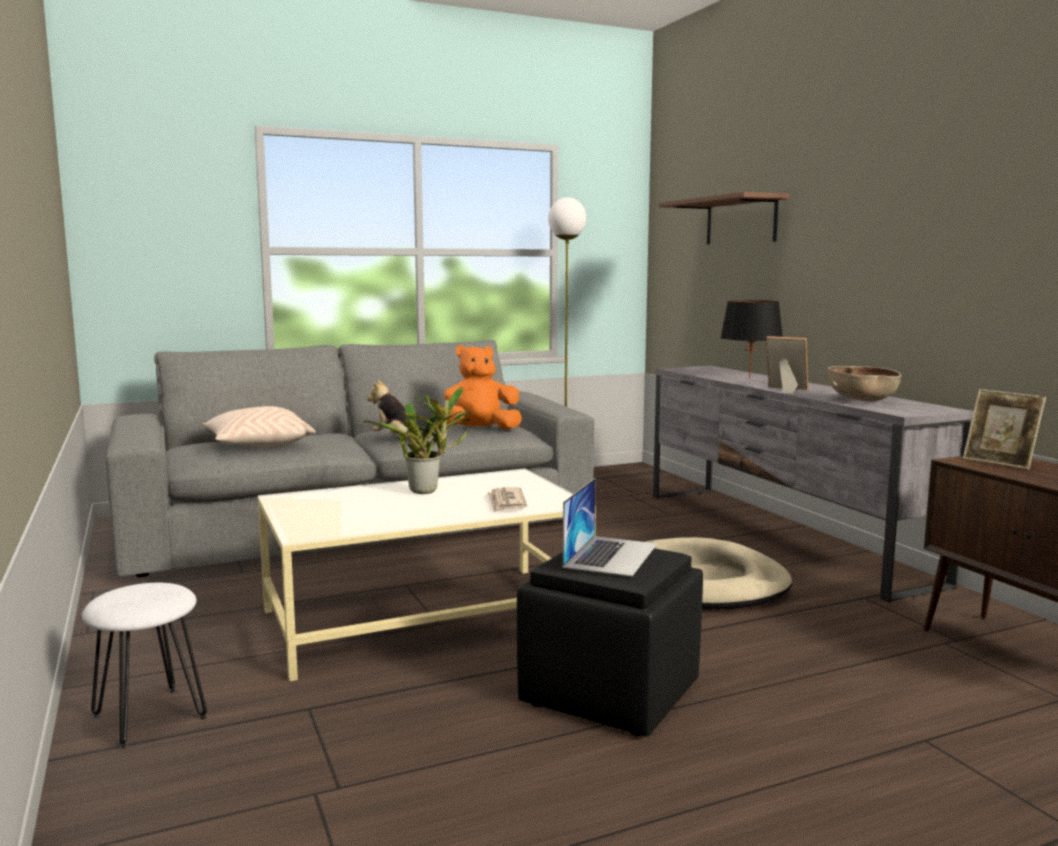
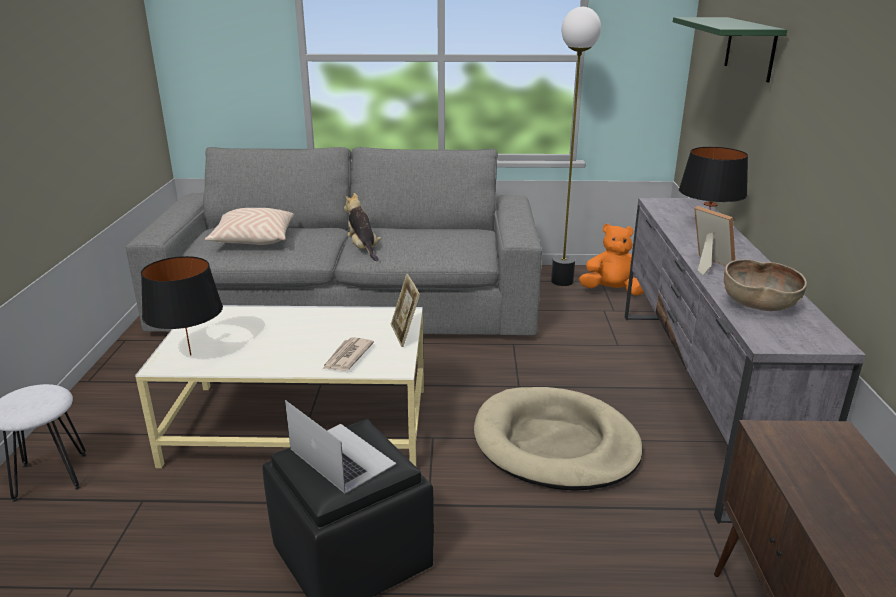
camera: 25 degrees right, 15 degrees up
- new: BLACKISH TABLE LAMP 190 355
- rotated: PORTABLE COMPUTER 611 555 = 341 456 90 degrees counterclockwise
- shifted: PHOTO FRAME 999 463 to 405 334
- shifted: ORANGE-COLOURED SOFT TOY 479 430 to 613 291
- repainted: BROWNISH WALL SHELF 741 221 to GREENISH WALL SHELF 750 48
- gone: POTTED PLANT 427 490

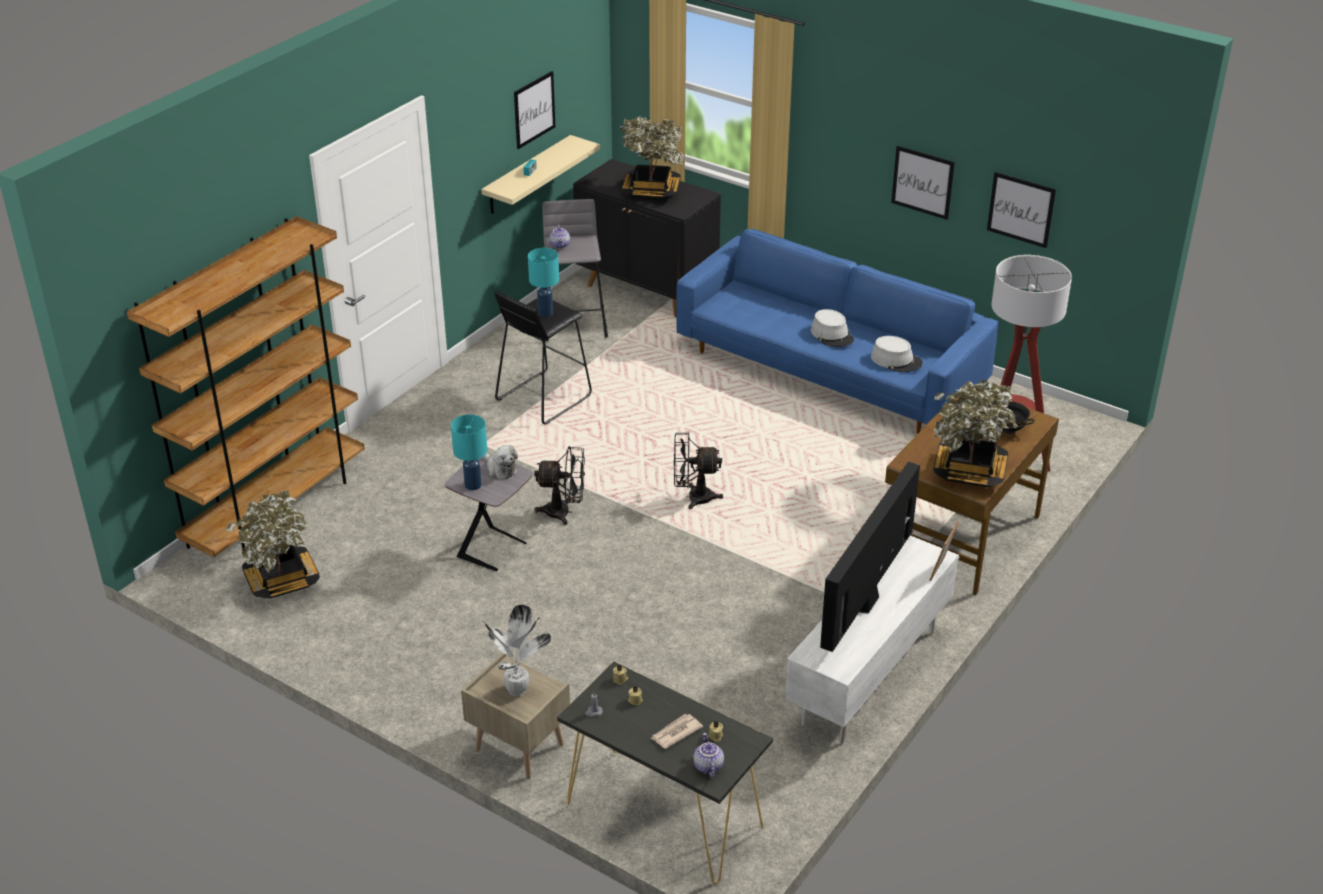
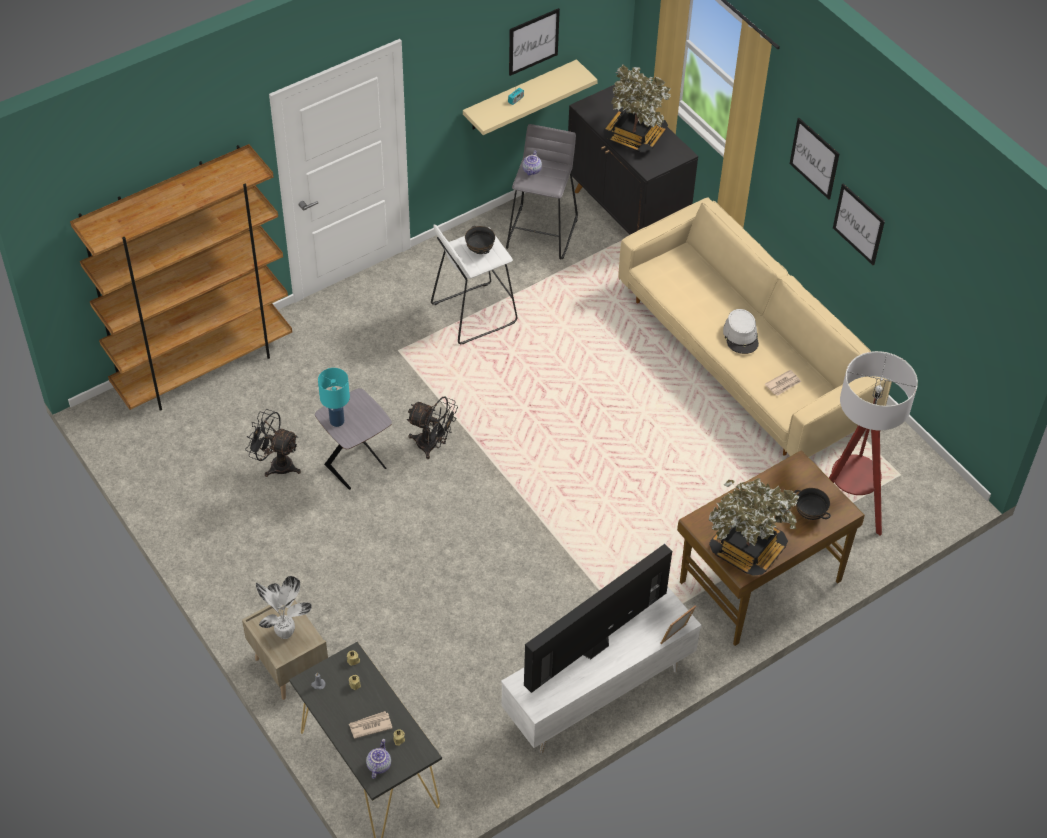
camera: 20 degrees right, 15 degrees up
- shifted: BLACKISH COOLING FAN 693 497 to 276 464
- repainted: BLACKISH SITTING STOOL 543 398 to WHITE SITTING STOOL 473 313
- swapped: BLUE-GREEN TABLE LAMP 546 313 to BLACKISH SERVING BOWL 480 250
- repainted: BLUE-COLOURED SOFA 830 370 to BEIGE-COLOURED SOFA 744 357
- swapped: GREYISH HAT 896 360 to DAILY PAPER 783 384
- shifted: PICTURE 1021 209 to 814 158
- gone: POTTED PLANT 281 581
- gone: SOFT TOY 500 469

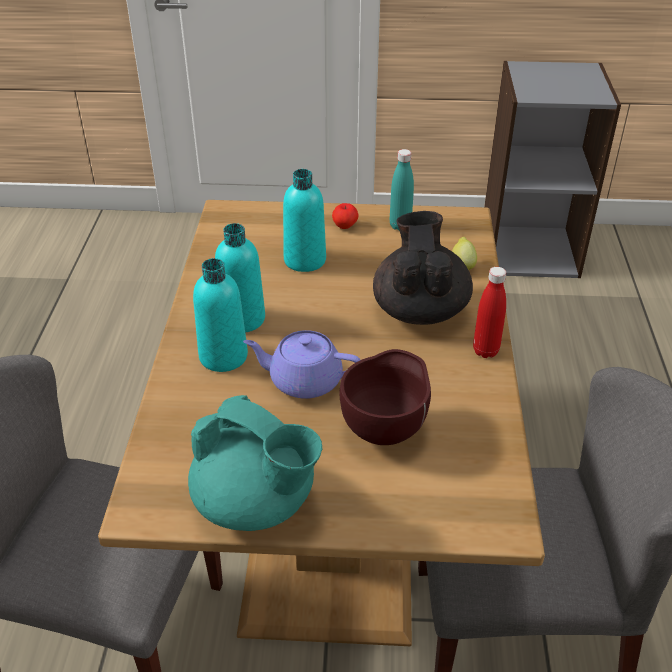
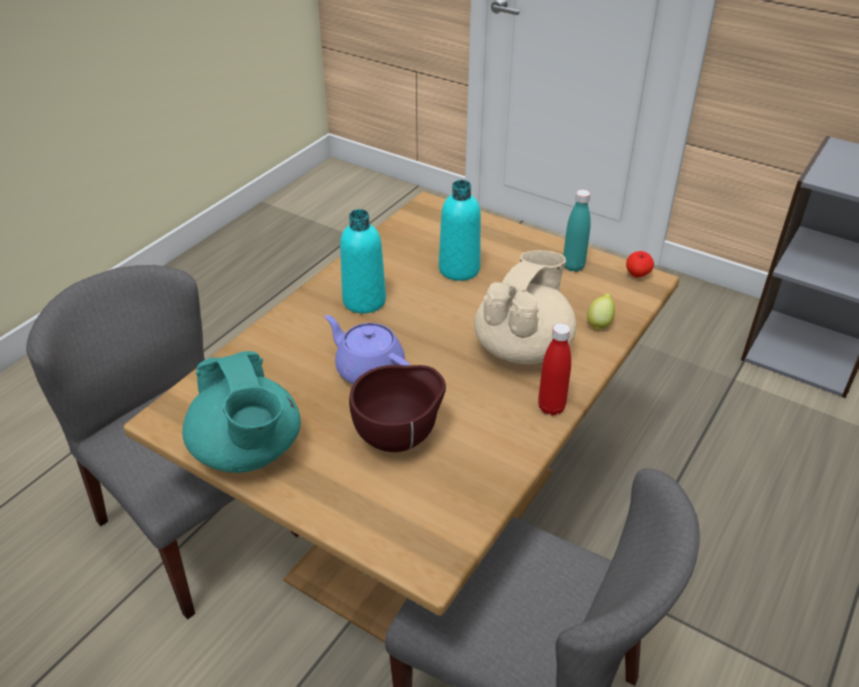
camera: 30 degrees right, 0 degrees up
- repainted: BLACKISH TEA POT 420 309 to BEIGE-COLOURED TEA POT 523 347
- shifted: APPLE 345 226 to 637 275
- gone: BLUE-GREEN DRINK BOTTLE 223 356

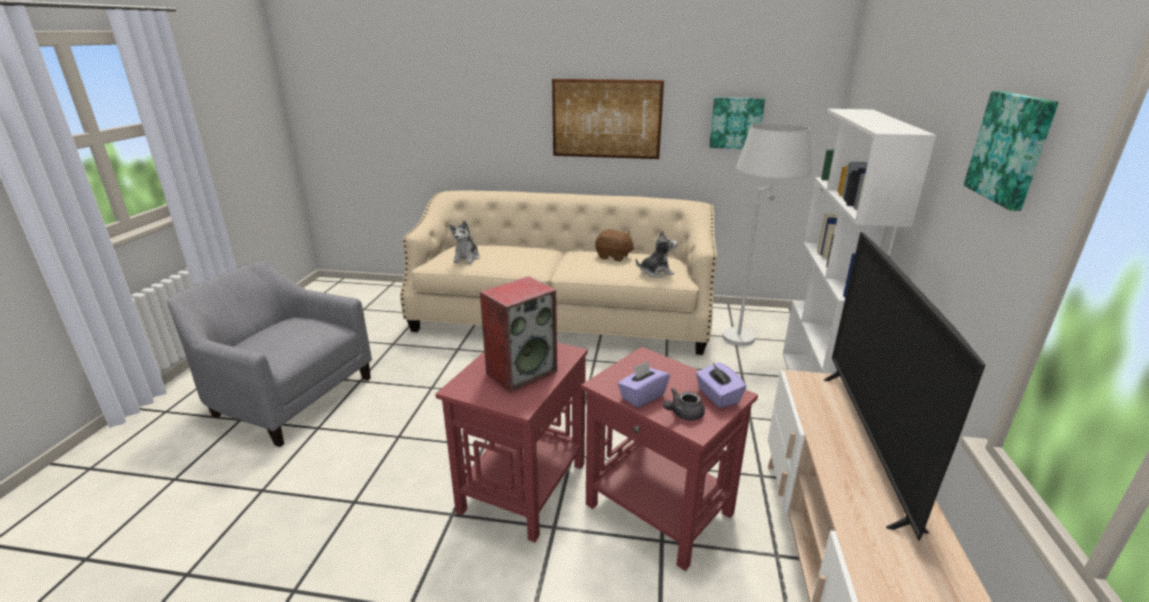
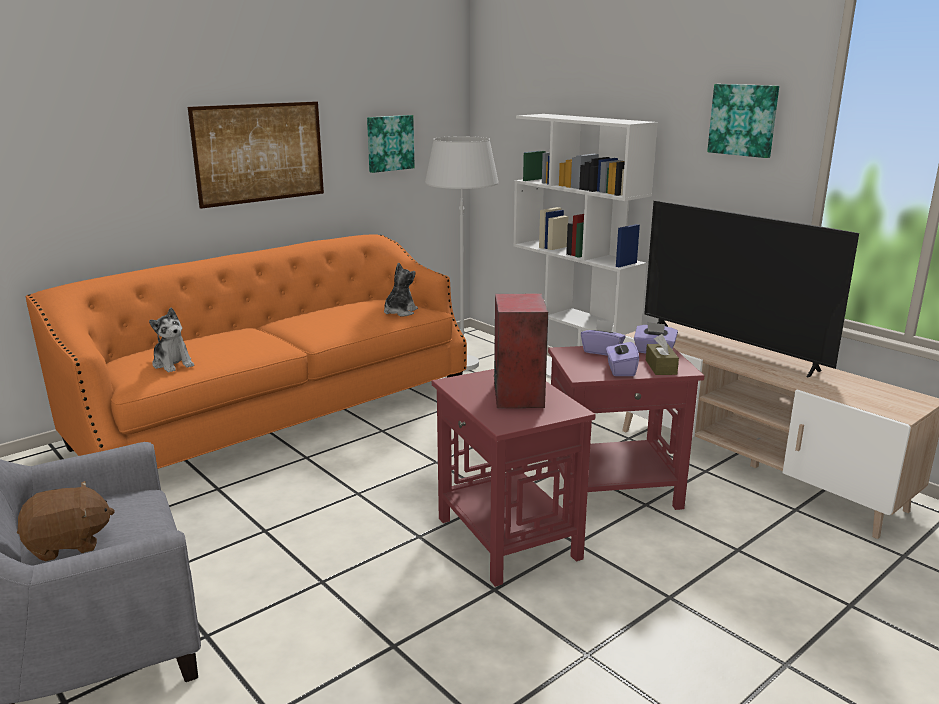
camera: 50 degrees left, 5 degrees down
- shifted: BROWNISH SOFT TOY 613 256 to 68 544
- repainted: BEIGE-COLOURED SOFA 561 318 to ORANGE-COLOURED SOFA 277 413
- new: PURPLISH TISSUE HOLDER 602 351
- swapped: GREYISH TEA POT 683 414 to BROWNISH TISSUE HOLDER 661 367

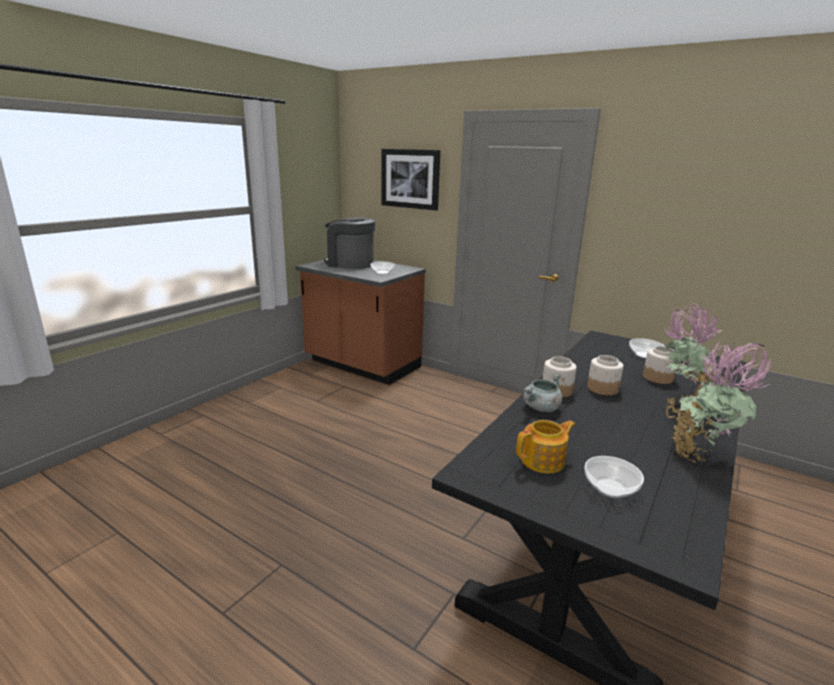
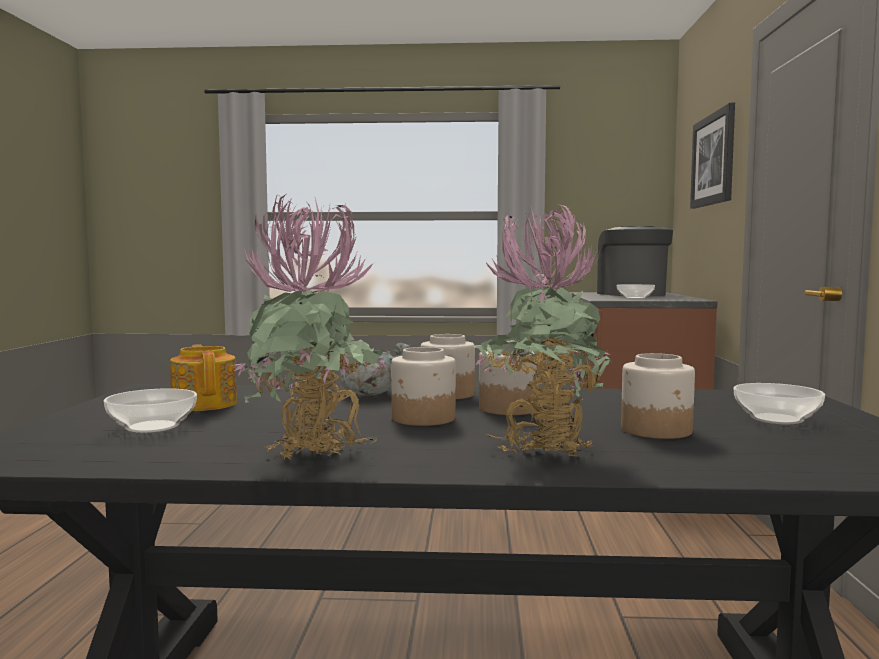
camera: 60 degrees right, 15 degrees down
- rotated: TEA POT 543 461 = 205 404 150 degrees counterclockwise
- new: JAR 423 418

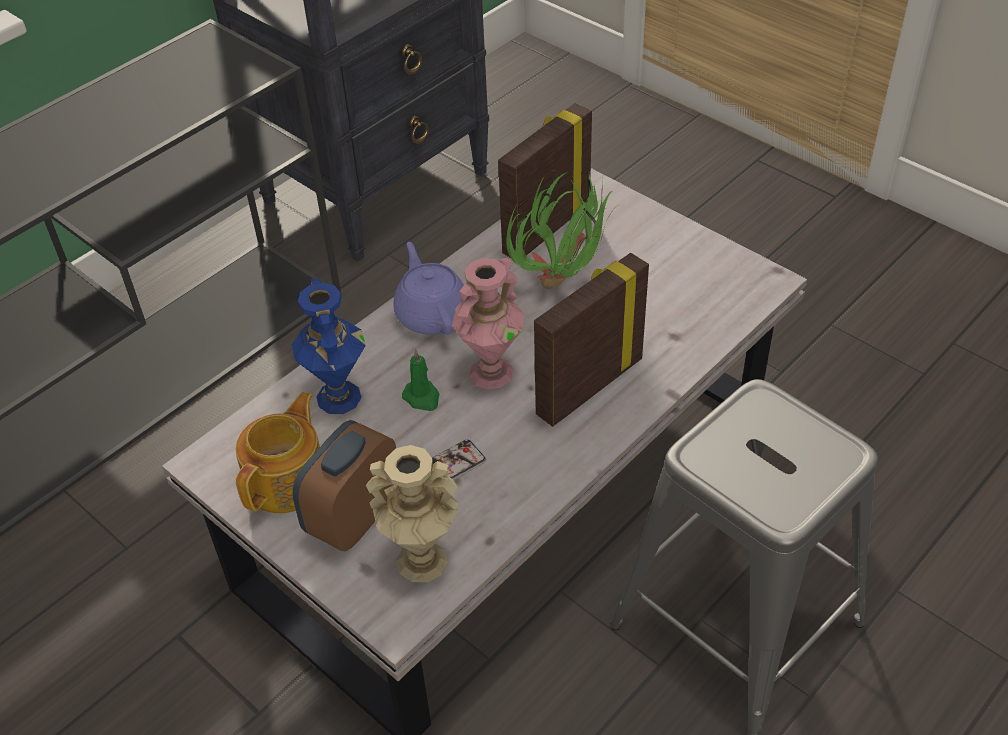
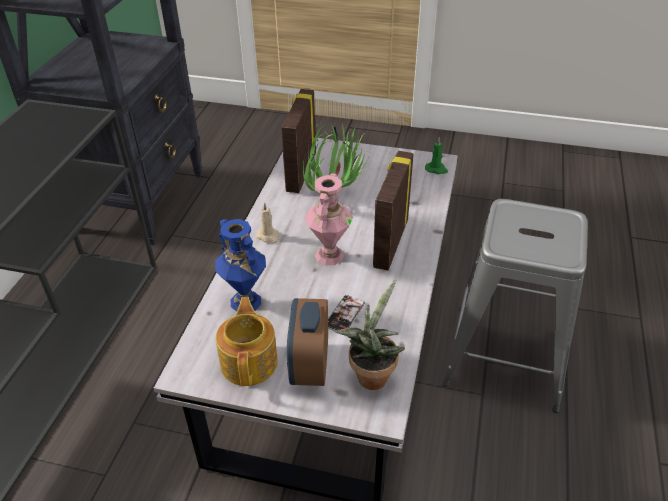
camera: 30 degrees left, 5 degrees down
- swapped: PURPLISH TEA POT 432 314 to BEIGE-COLOURED WAX CANDLE 268 236
- swapped: BEIGE-COLOURED DECORATIVE VASE 421 562 to POTTED PLANT 371 374
- shifted: GREENISH WAX CANDLE 422 397 to 436 169

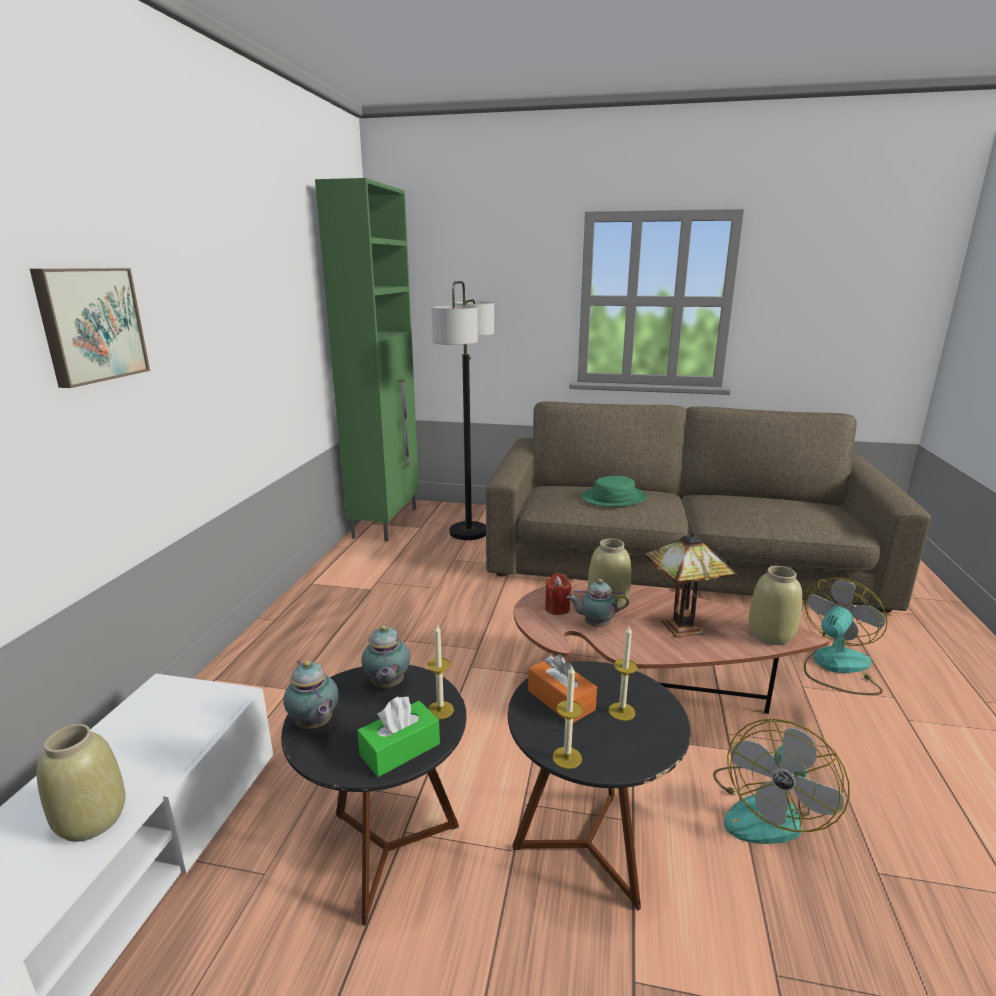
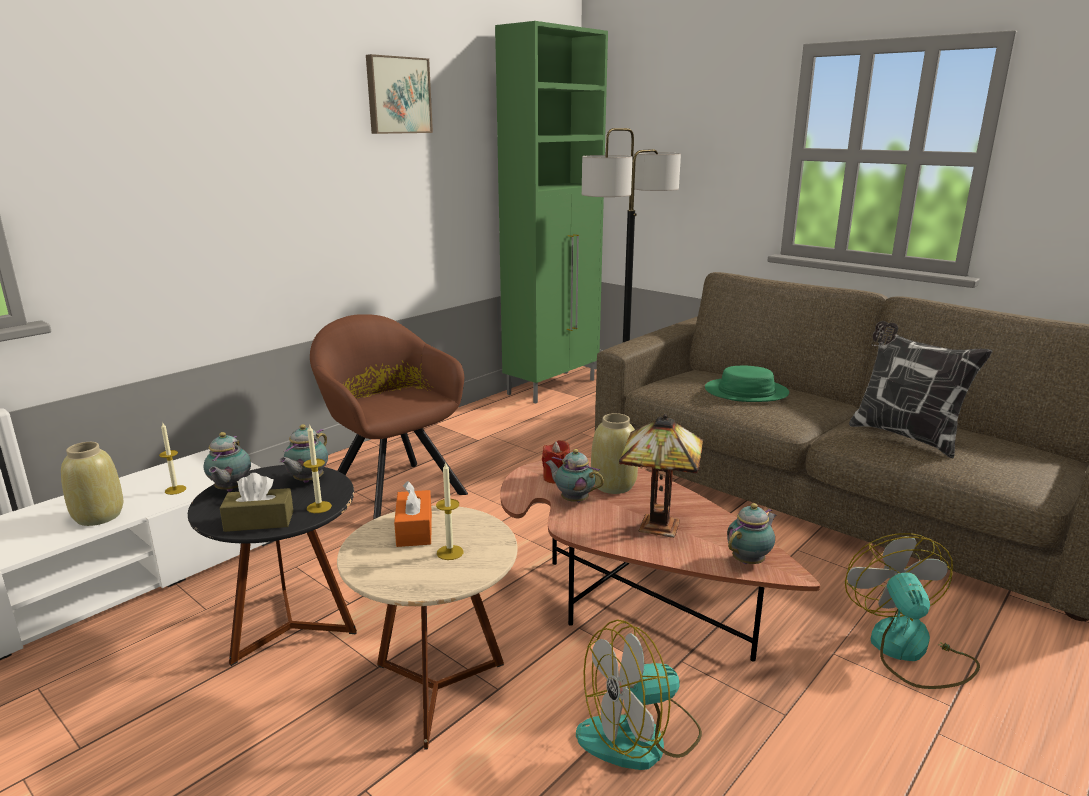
camera: 30 degrees right, 0 degrees up
- shifted: WAX CANDLE 567 757 to 175 490
- repainted: GREENISH TISSUE HOLDER 400 749 to BROWNISH TISSUE HOLDER 259 521
- new: BROWNISH LOUNGE CHAIR 392 490
- repainted: BLACKISH ACCENT TABLE 588 847 to BEIGE-COLOURED ACCENT TABLE 437 690
- shifted: PICTURE 90 325 to 398 95
- swapped: BEIGE-COLOURED DECORATIVE VASE 771 636 to TEA POT 749 561
- rotated: COOLING FAN 836 667 = 908 651 75 degrees counterclockwise
- new: CUSHION 904 436

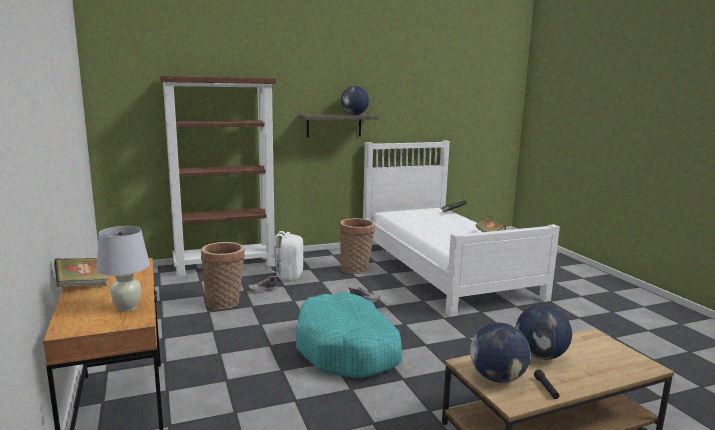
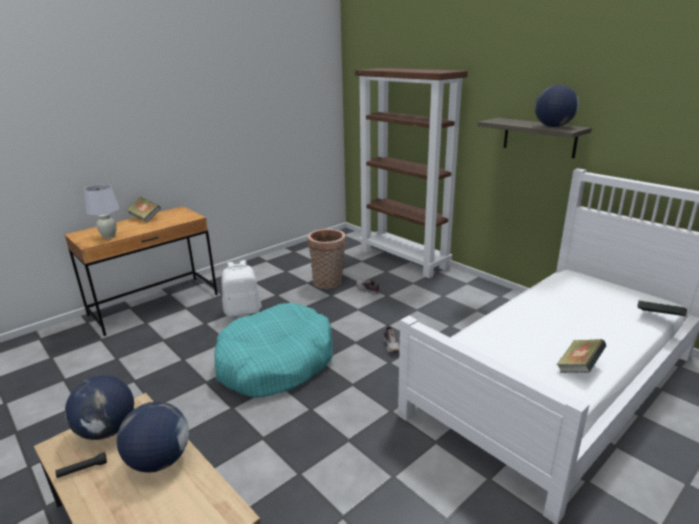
camera: 70 degrees right, 10 degrees up
- shifted: WHITE RUCKSACK 288 276 to 243 311
- gone: BASKET 356 269

